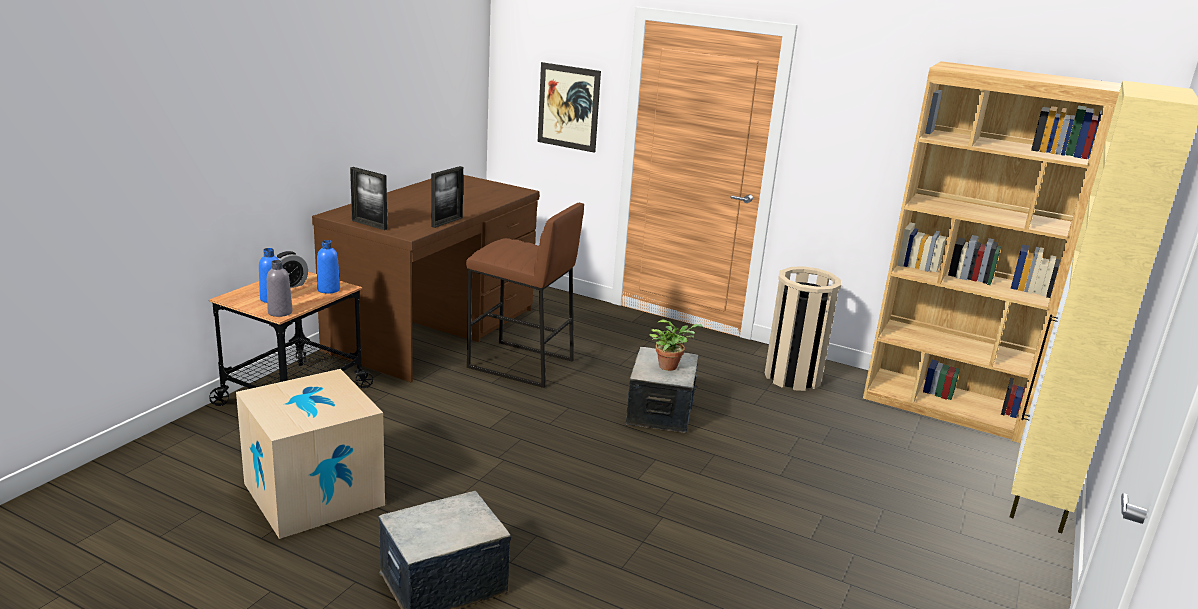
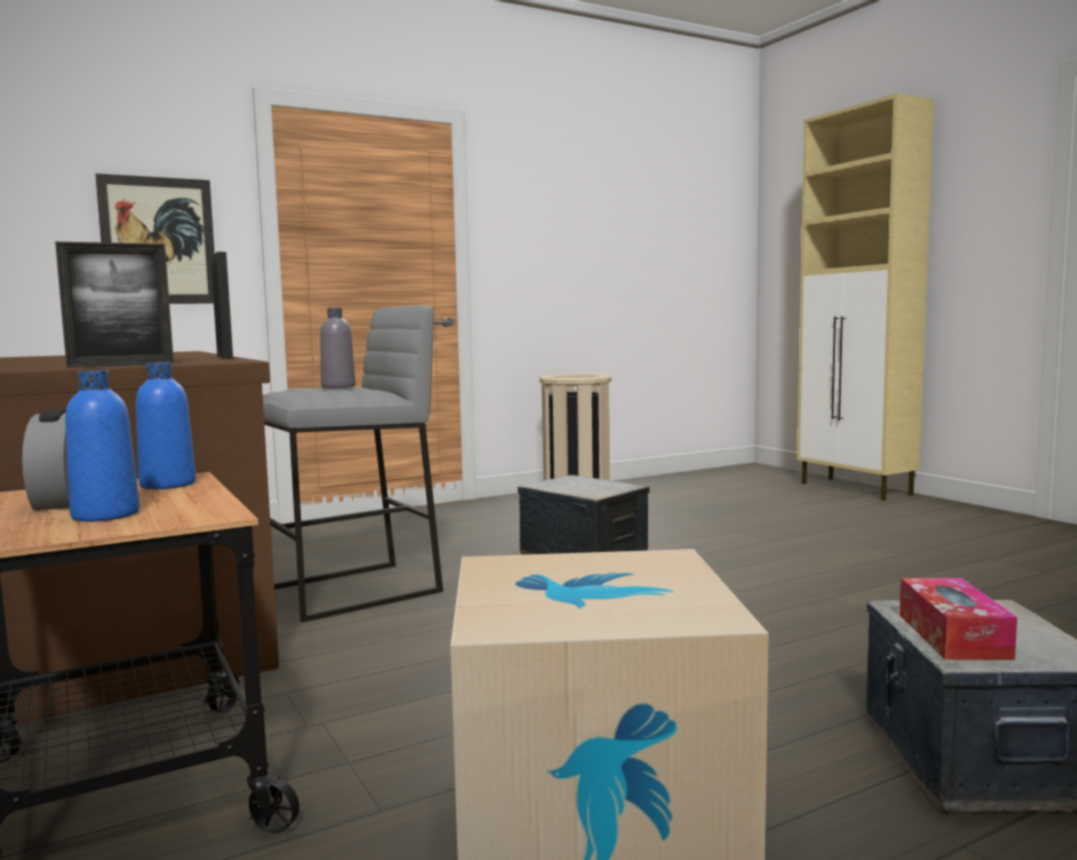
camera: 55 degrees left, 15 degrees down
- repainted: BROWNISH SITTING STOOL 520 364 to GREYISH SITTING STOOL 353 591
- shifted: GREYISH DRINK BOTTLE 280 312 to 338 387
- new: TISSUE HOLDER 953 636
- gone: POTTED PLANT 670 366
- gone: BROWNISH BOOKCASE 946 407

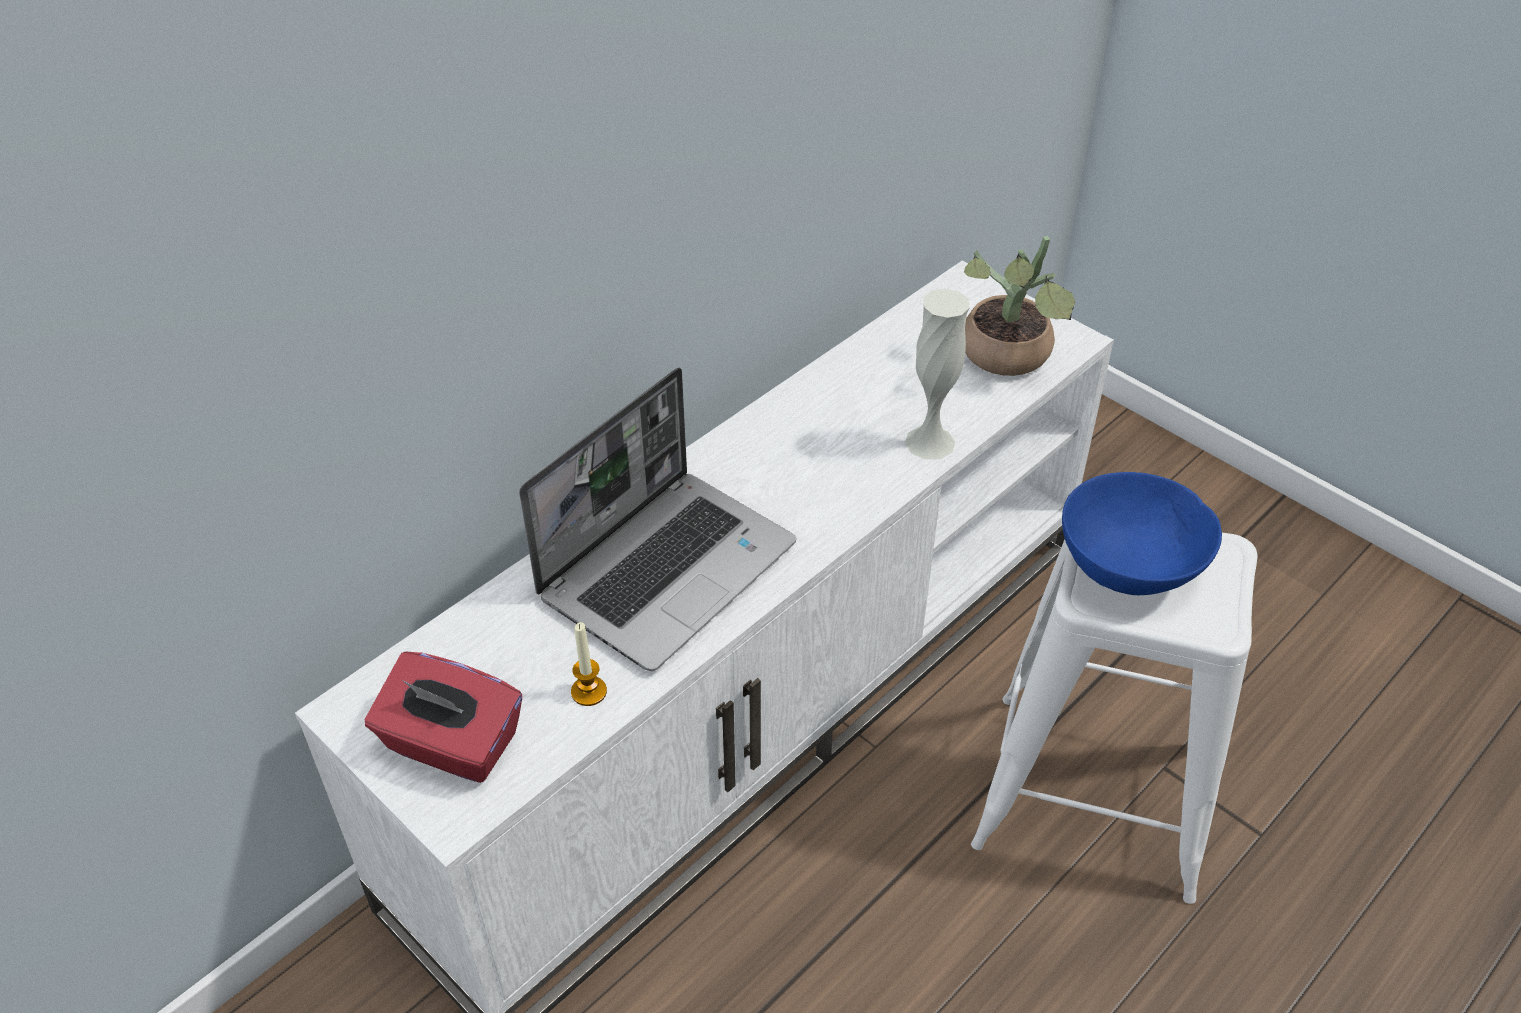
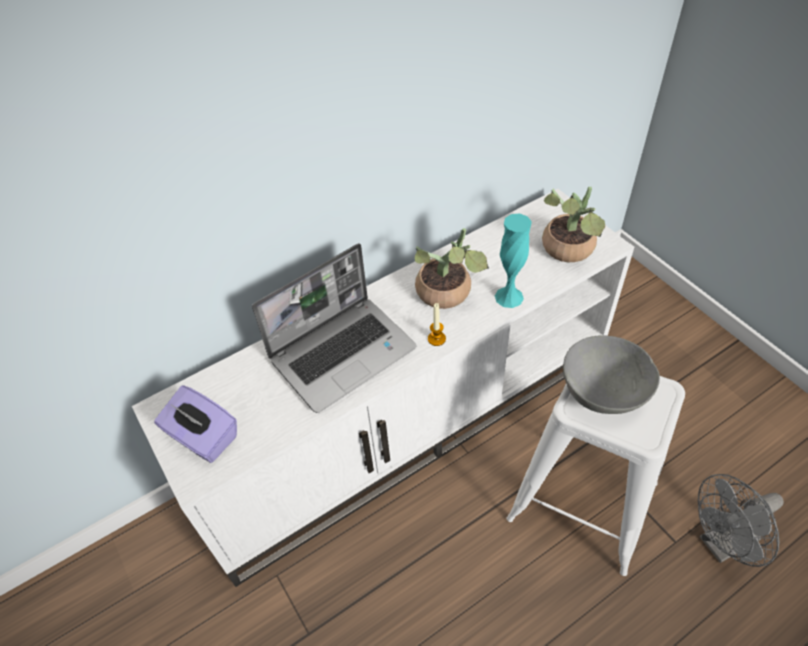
camera: 15 degrees right, 5 degrees up
- repainted: RED TISSUE HOLDER 451 744 to PURPLISH TISSUE HOLDER 203 437
- new: POTTED PLANT 447 295
- shifted: WAX CANDLE 589 692 to 436 339
- repainted: WHITE DECORATIVE VASE 930 442 to BLUE-GREEN DECORATIVE VASE 509 297
- repainted: BLUE-COLOURED SERVING BOWL 1129 566 to GREYISH SERVING BOWL 603 391
- new: GREYISH COOLING FAN 722 544

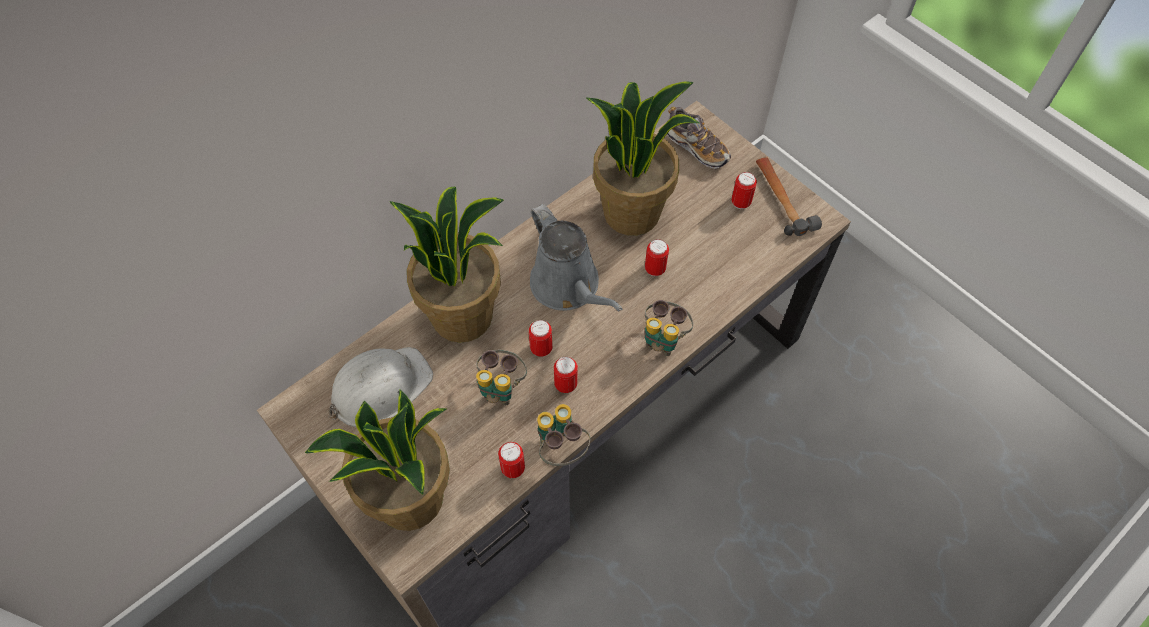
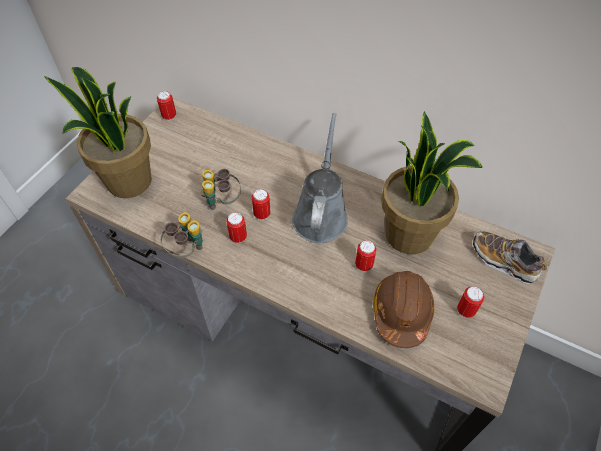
camera: 70 degrees right, 5 degrees down
- shifted: METAL CAN 513 468 to 169 116
- rotated: GREYISH SPRINKLING CAN 568 287 = 321 214 150 degrees clockwise
- new: BROWNISH SAFETY HELMET 401 312
- rotated: ITEM OF FOOTWEAR 696 147 = 503 261 105 degrees clockwise
- gone: WHITE SAFETY HELMET 379 388
- gone: POTTED PLANT 463 315
- gone: PAIR OF BINOCULARS 663 339
- gone: HAND HAMMER 782 198

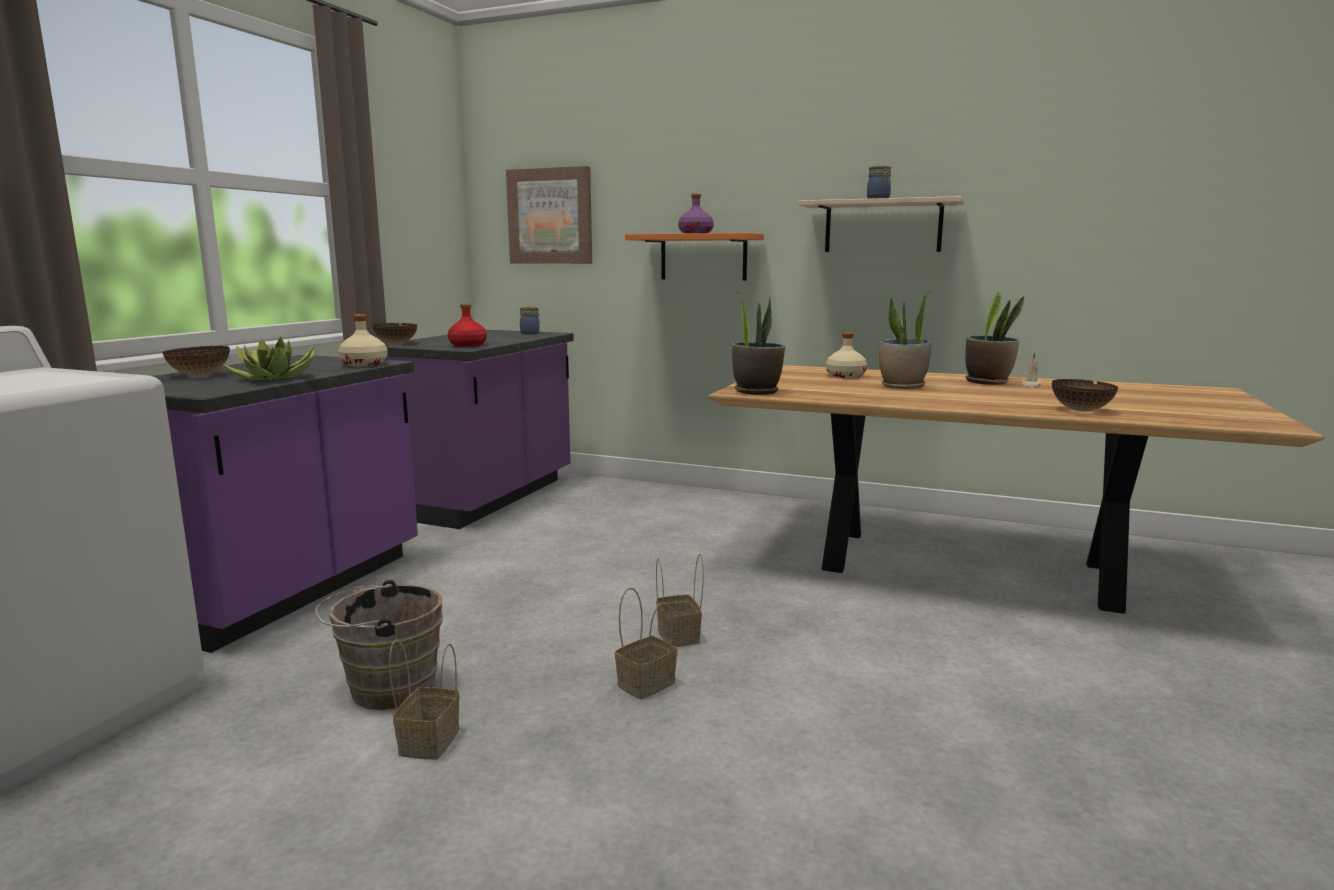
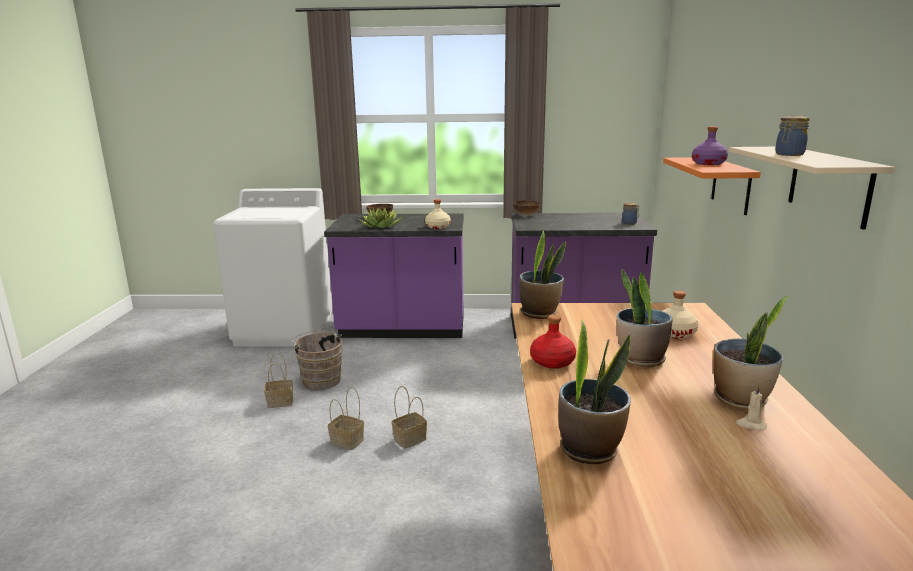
camera: 70 degrees right, 5 degrees up
- shifted: RED DRINK BOTTLE 467 345 to 552 361
- swapped: SERVING BOWL 1081 411 to POTTED PLANT 590 449
- gone: PICTURE 550 216

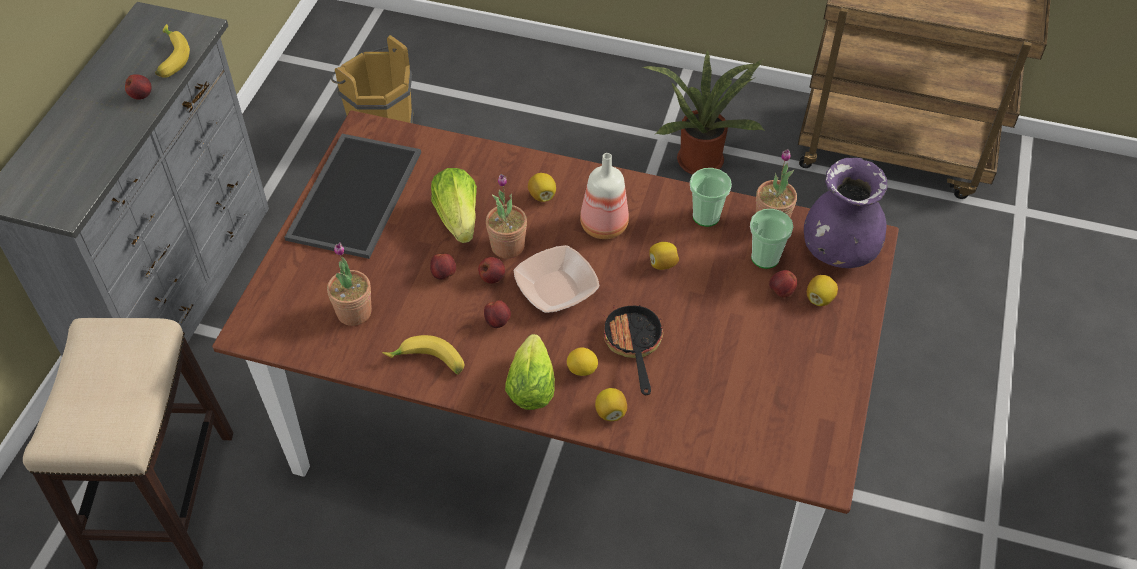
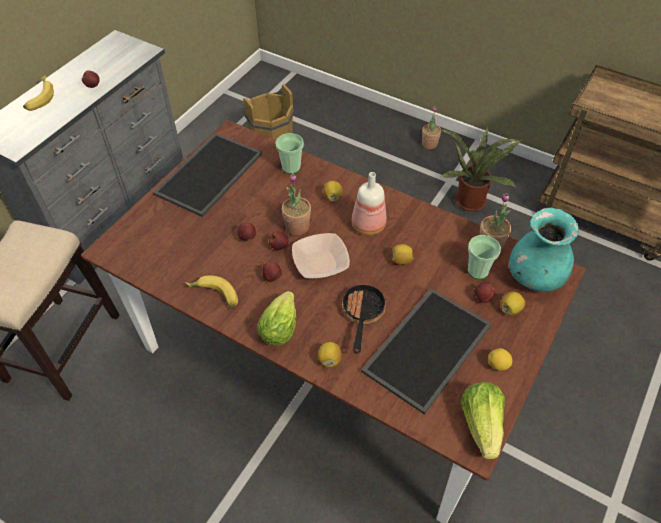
camera: 15 degrees right, 0 degrees up
- shifted: BANANA 169 58 to 40 98
- shifted: SMALL CUP 706 216 to 291 167
- new: TRAY 426 346
- shifted: POTTED PLANT 354 312 to 429 144
- shifted: LETTUCE HEAD 458 218 to 482 424
- shifted: WHOLE LEMON 582 370 to 498 365
- repainted: PURPLISH DECORATIVE VASE 839 251 to BLUE-GREEN DECORATIVE VASE 535 277

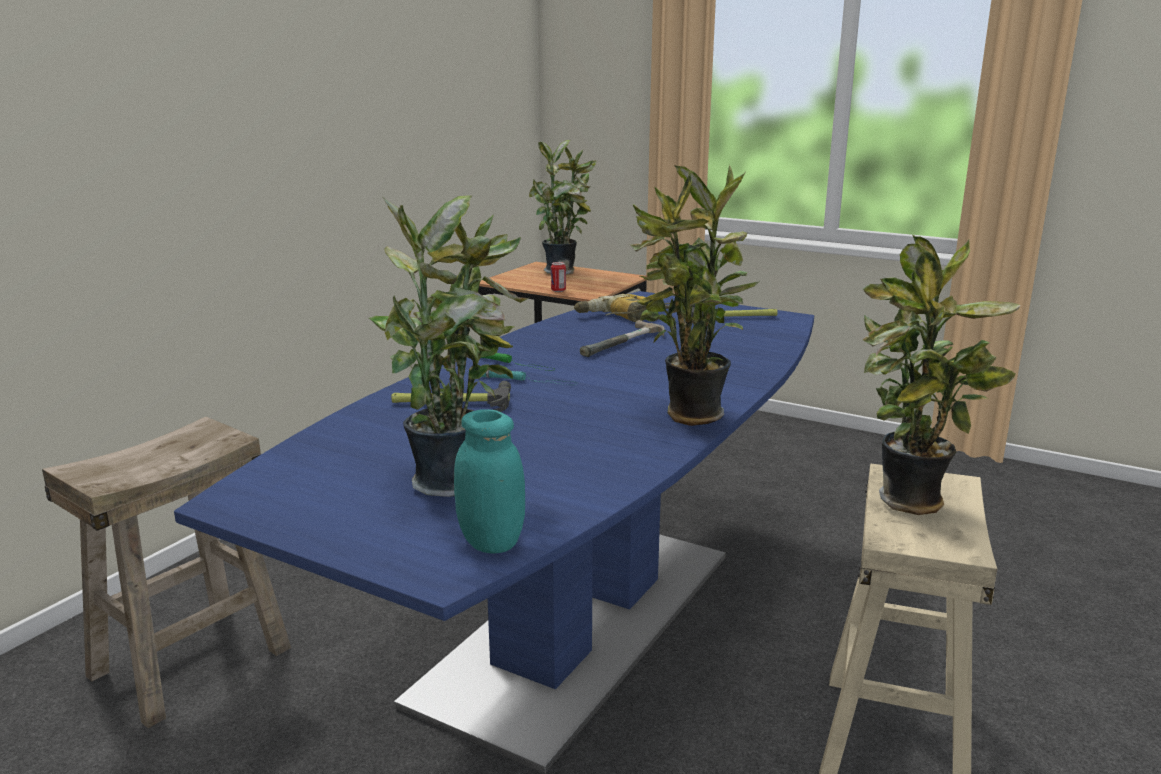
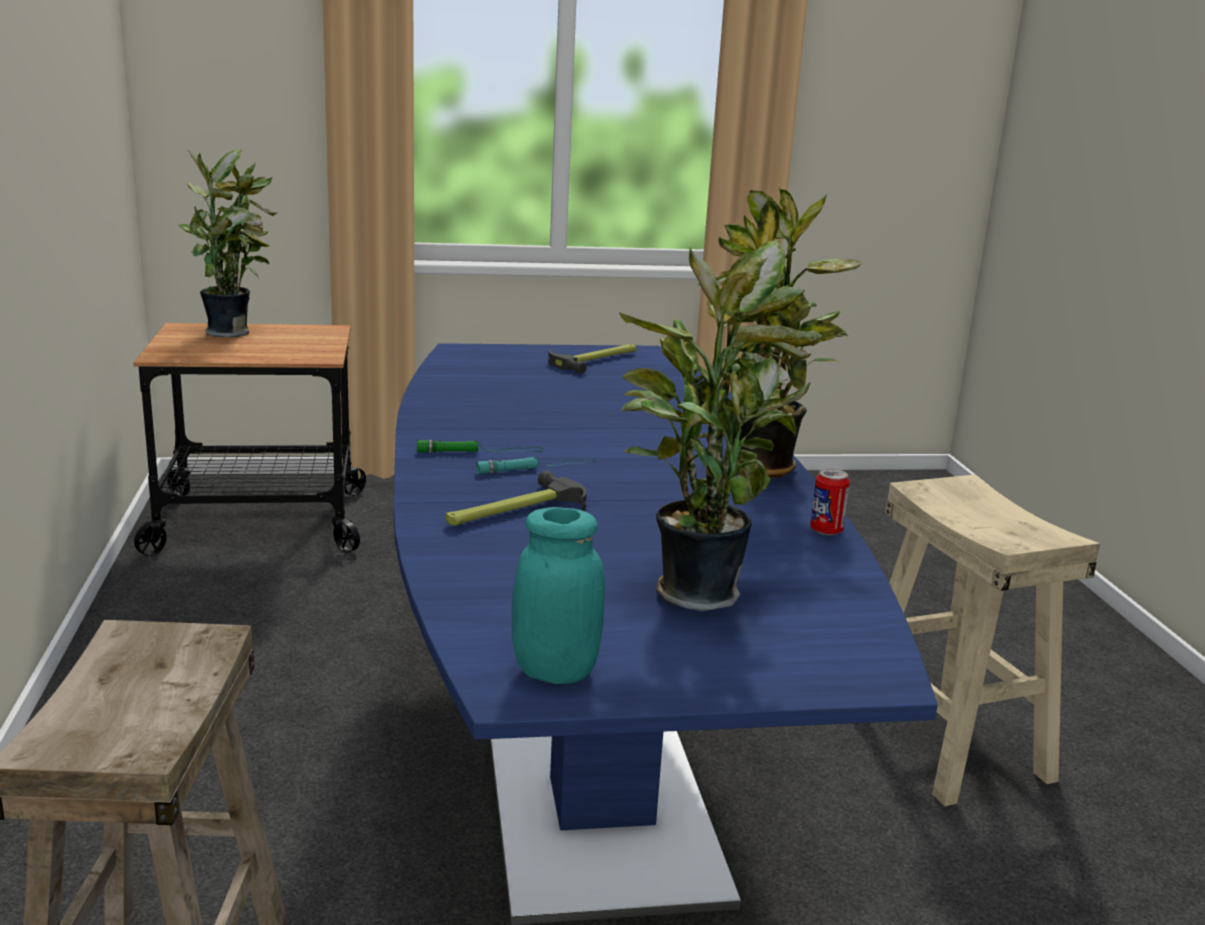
camera: 40 degrees left, 0 degrees up
- shifted: BLUE-GREEN JAR 491 542 to 555 671
- shifted: METAL CAN 558 290 to 826 531
- gone: ELECTRIC DRILL 623 317
- gone: HAND HAMMER 626 344
- gone: POTTED PLANT 911 505

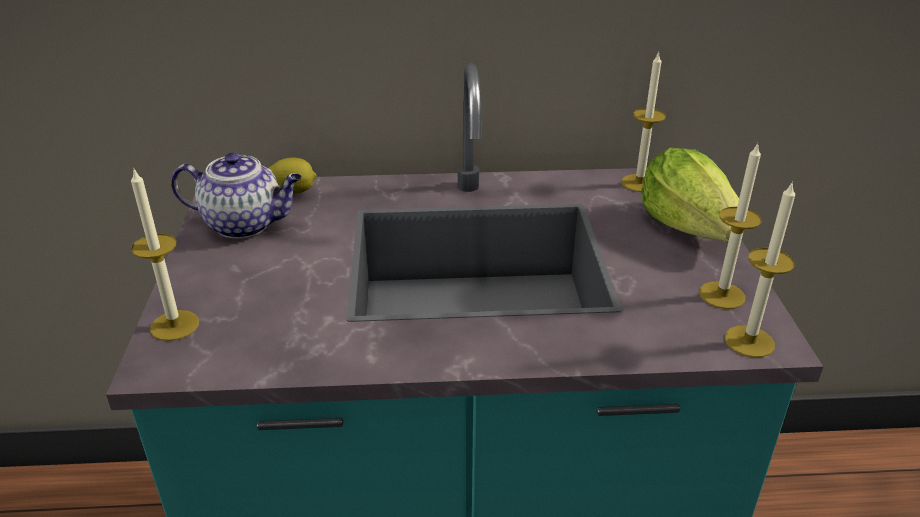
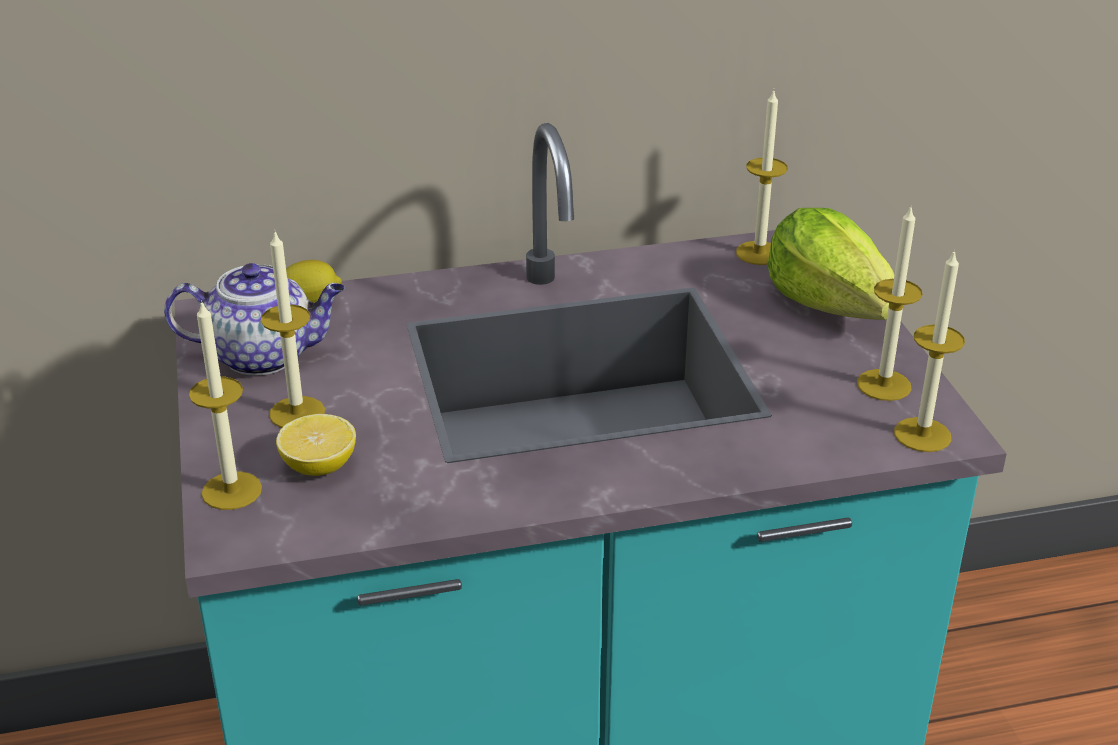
camera: 10 degrees left, 0 degrees up
- new: WAX CANDLE 297 413
- new: WHOLE LEMON 319 467

